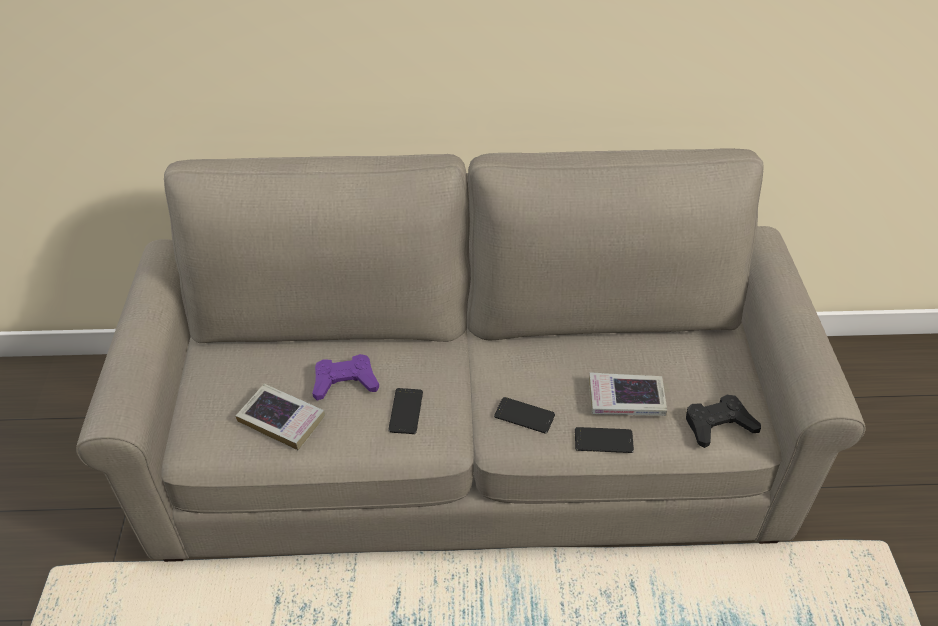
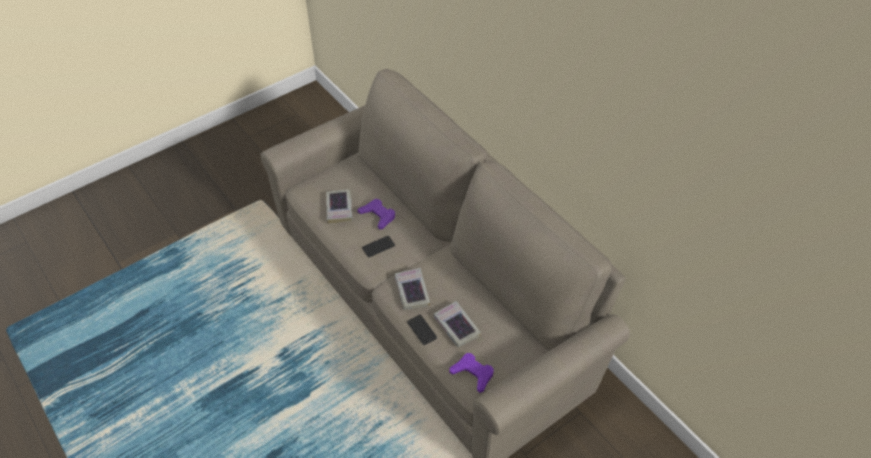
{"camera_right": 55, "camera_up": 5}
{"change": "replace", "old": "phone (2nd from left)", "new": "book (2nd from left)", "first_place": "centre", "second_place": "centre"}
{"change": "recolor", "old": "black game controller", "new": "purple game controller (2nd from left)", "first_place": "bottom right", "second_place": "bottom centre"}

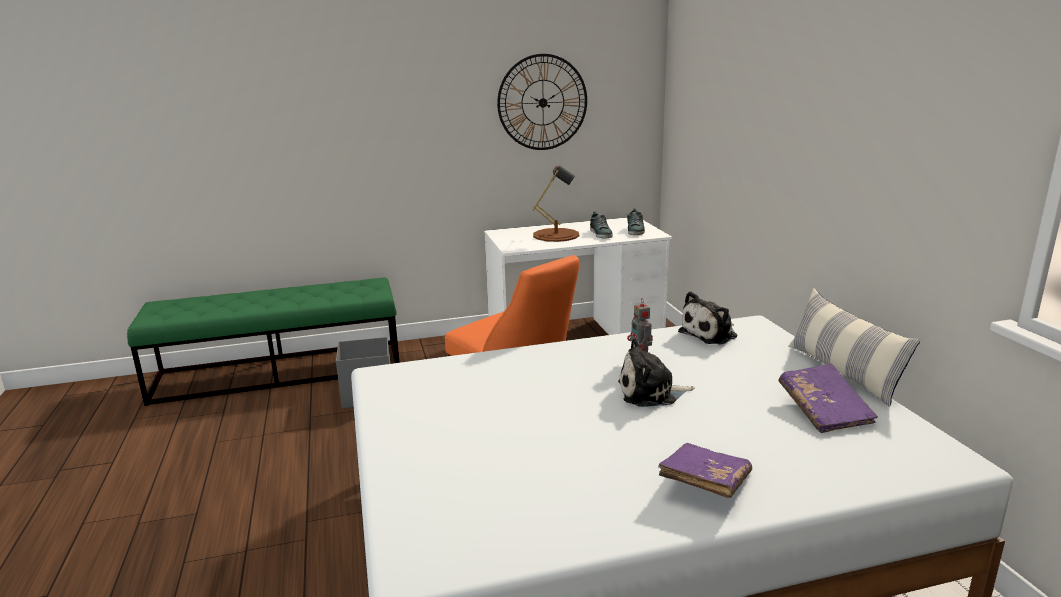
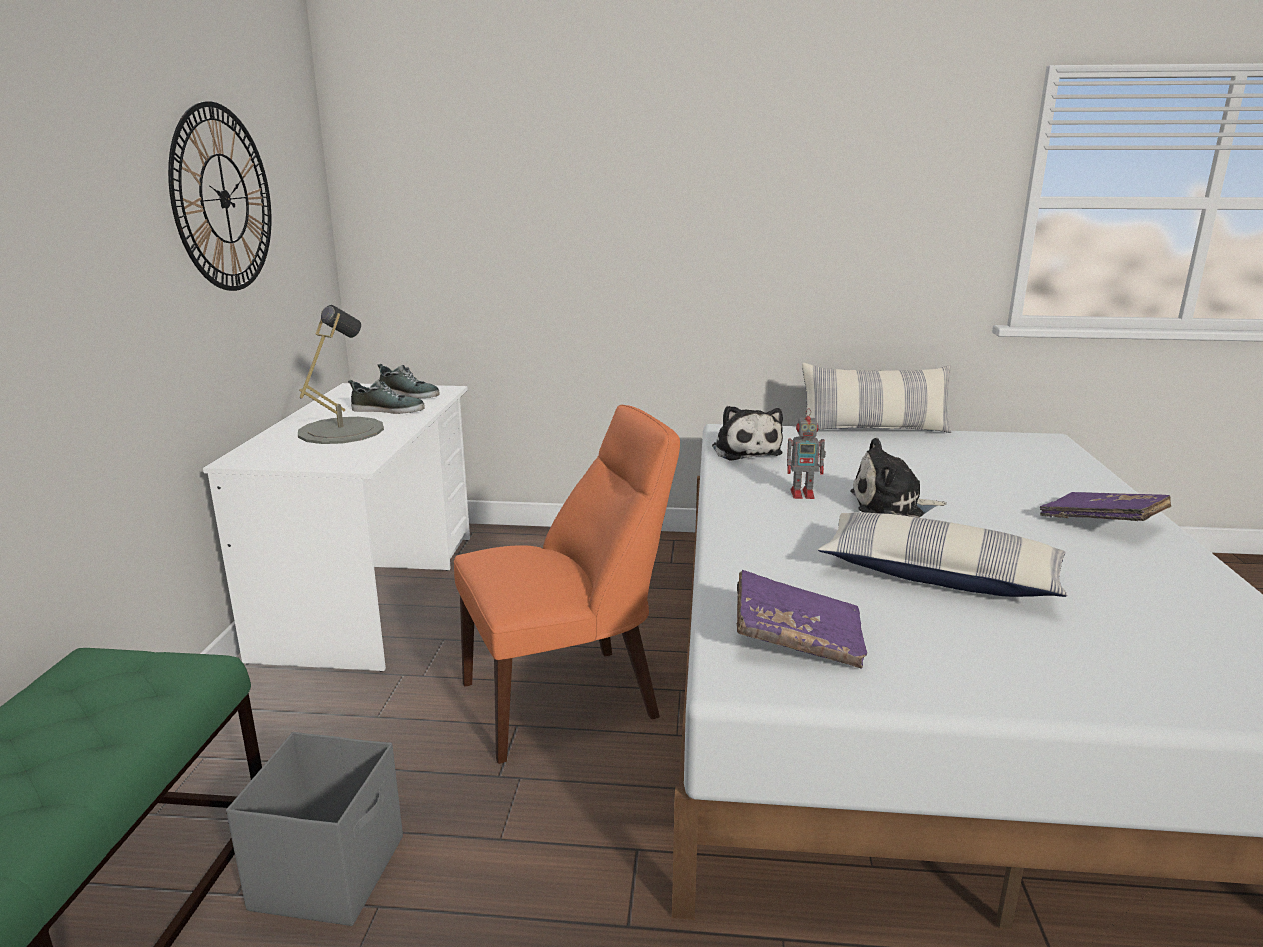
{"camera_right": -70, "camera_up": 0}
{"change": "recolor", "old": "brown table lamp", "new": "grey table lamp", "first_place": "centre", "second_place": "middle left"}
{"change": "move", "old": "purple book (2nd from left in the first image)", "new": "purple book (1st from left)", "first_place": "bottom right", "second_place": "centre"}
{"change": "insert", "new": "pillow (2nd from left)", "second_place": "middle right"}
{"change": "rotate", "old": "plush toy (1st from left in the first image)", "first_place": "centre", "second_place": "middle right", "degrees": 75}

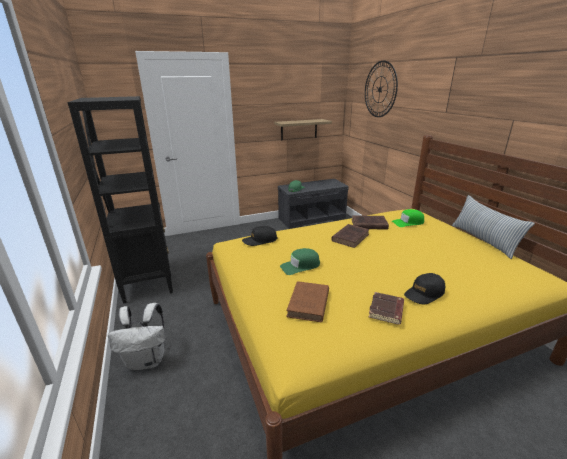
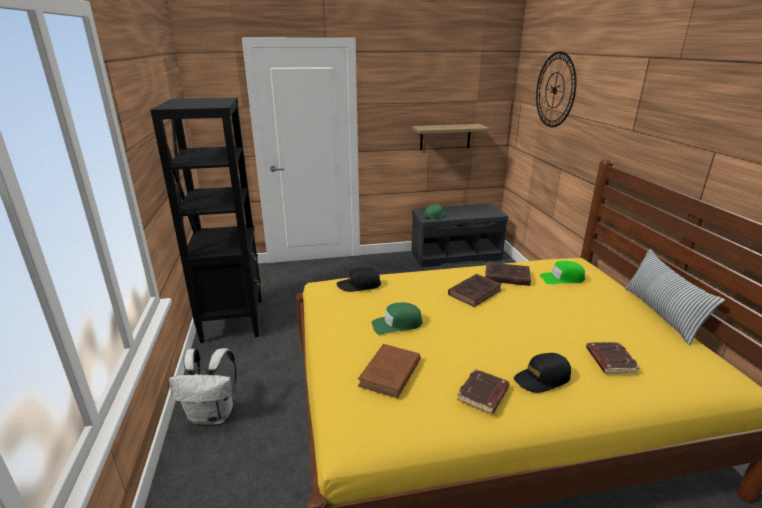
{"camera_right": 10, "camera_up": 0}
{"change": "insert", "new": "brown book (5th from left)", "second_place": "bottom right"}

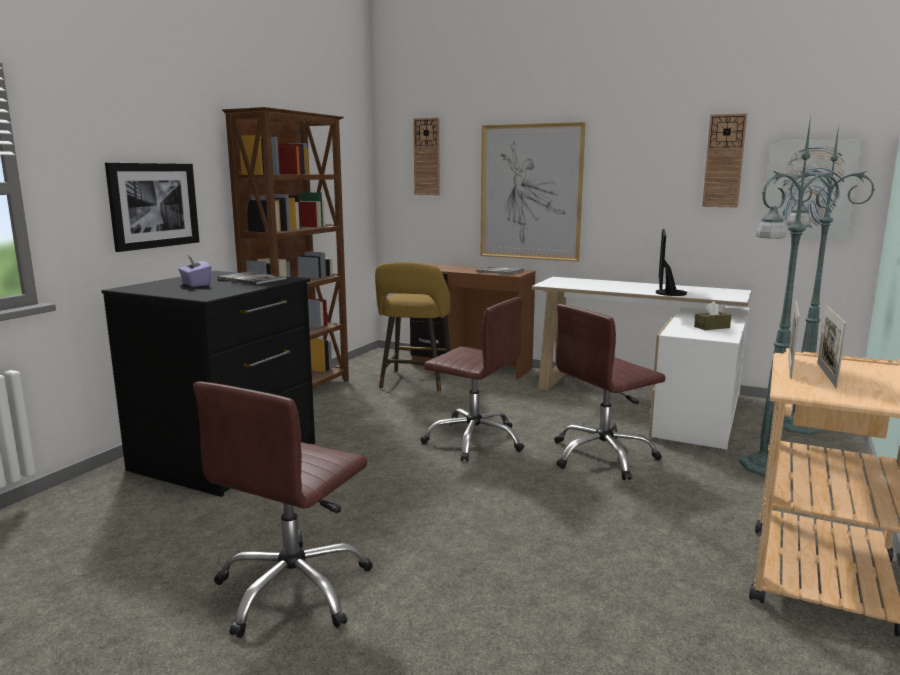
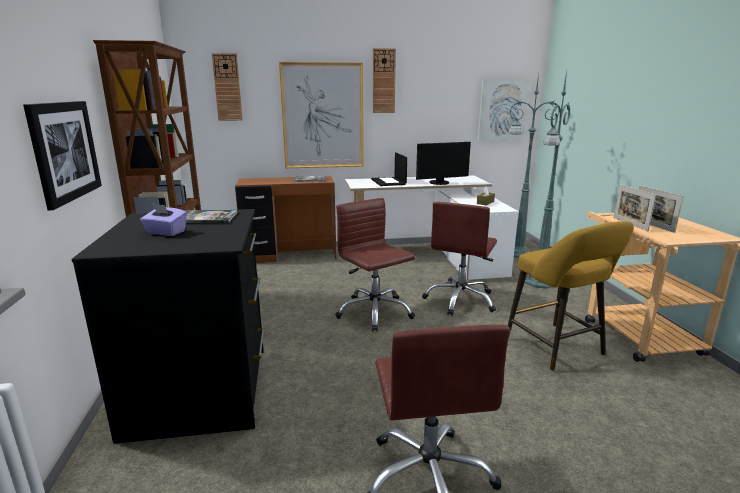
{"camera_right": -35, "camera_up": 5}
{"change": "rotate", "old": "brown office chair (2nd from left in the first image)", "first_place": "centre", "second_place": "centre", "degrees": -120}
{"change": "insert", "new": "laptop", "second_place": "centre"}
{"change": "move", "old": "wall clock (2nd from left)", "first_place": "top right", "second_place": "top centre"}
{"change": "rotate", "old": "monitor", "first_place": "middle right", "second_place": "top centre", "degrees": -90}
{"change": "move", "old": "yellow stool", "first_place": "centre", "second_place": "middle right"}

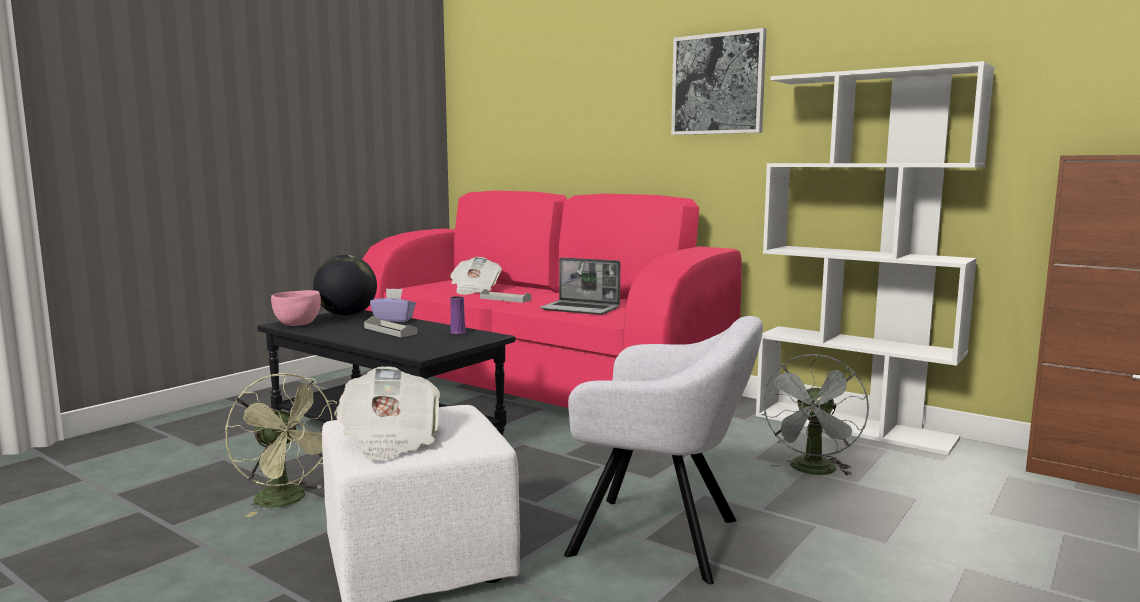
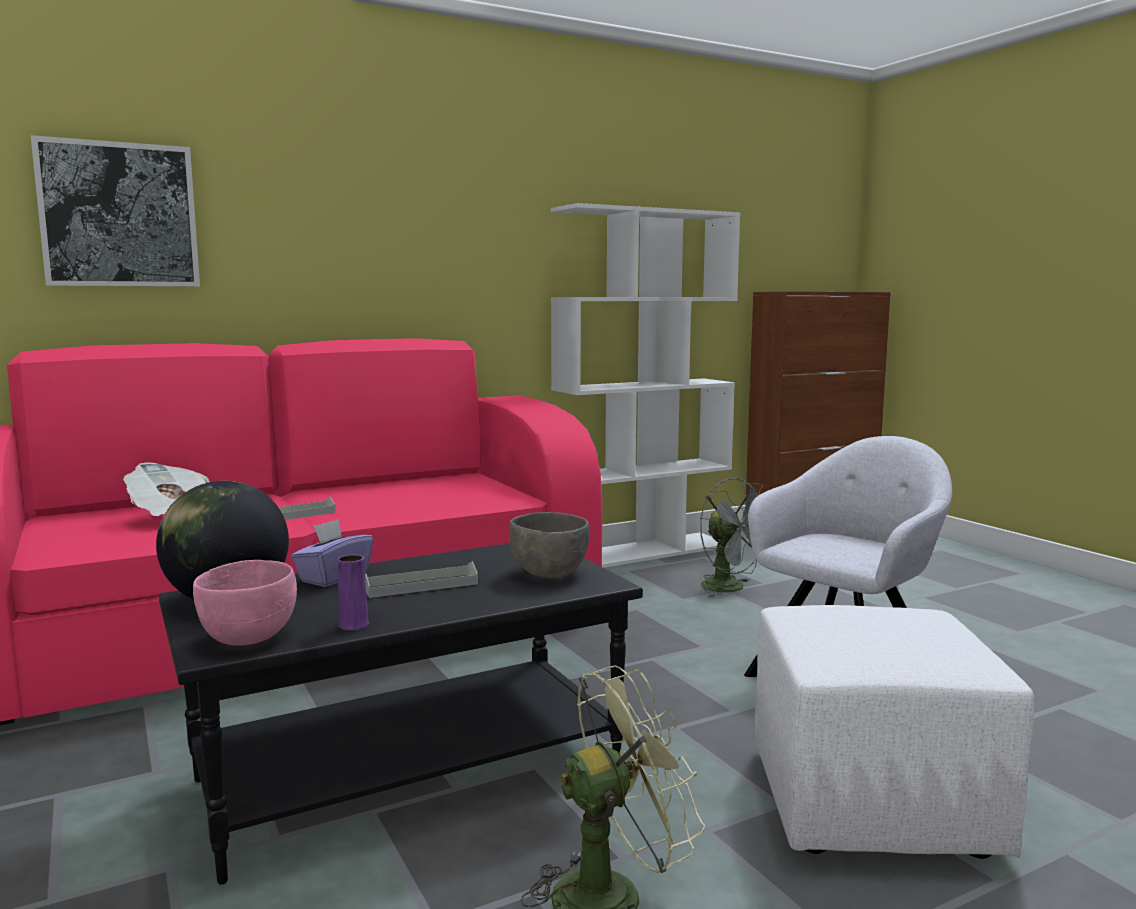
{"camera_right": -65, "camera_up": 0}
{"change": "move", "old": "picture", "first_place": "top centre", "second_place": "top left"}
{"change": "move", "old": "purple vase", "first_place": "centre", "second_place": "middle left"}
{"change": "insert", "new": "grey bowl", "second_place": "centre"}
{"change": "delete", "old": "newspaper (1st from left)", "first_place": "bottom centre"}
{"change": "delete", "old": "laptop", "first_place": "centre"}

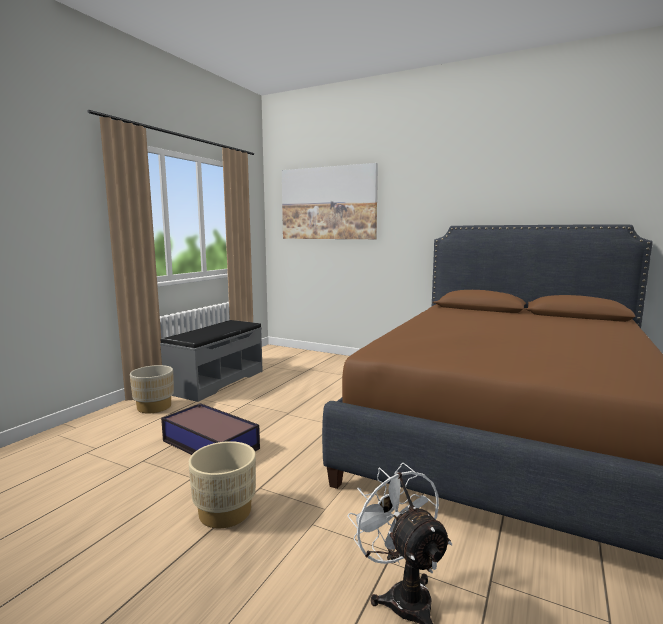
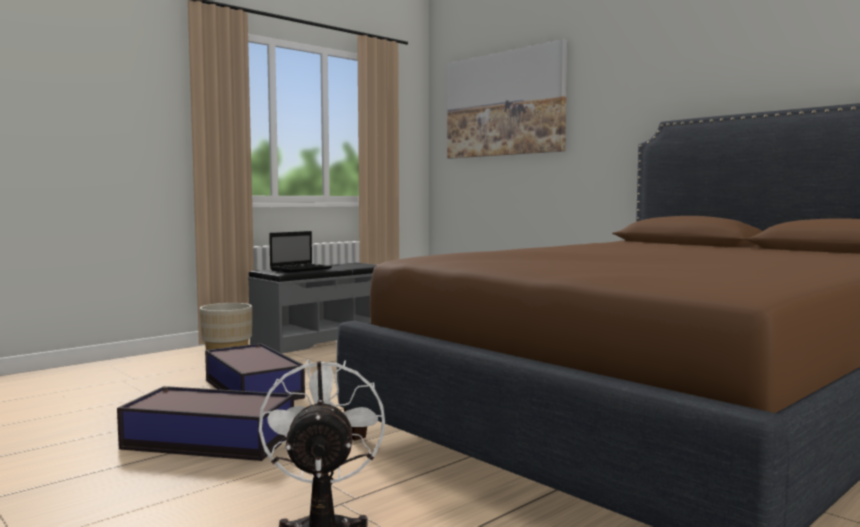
{"camera_right": 20, "camera_up": -5}
{"change": "replace", "old": "beige planter (2nd from left)", "new": "storage box (1st from left)", "first_place": "bottom centre", "second_place": "bottom left"}
{"change": "insert", "new": "laptop", "second_place": "centre"}

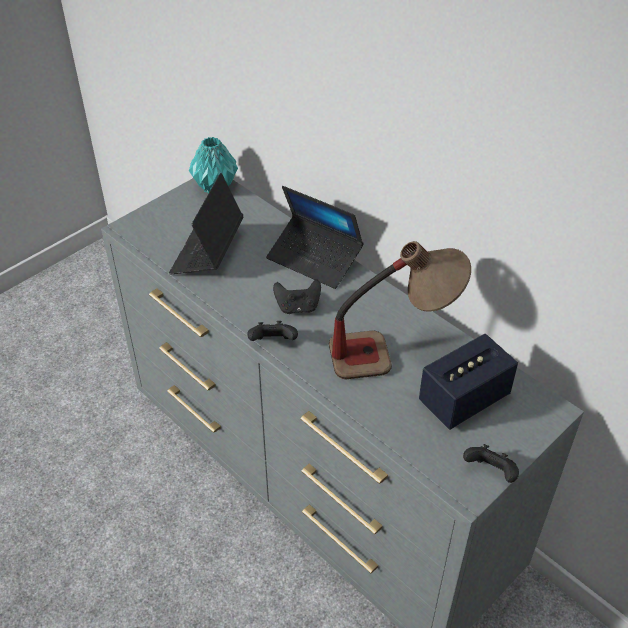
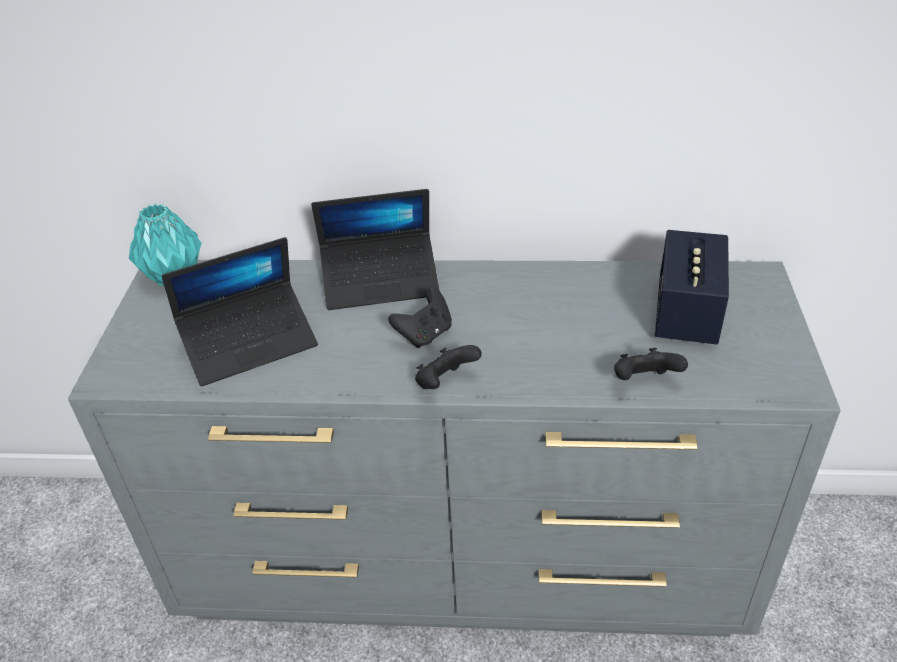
{"camera_right": -40, "camera_up": -5}
{"change": "rotate", "old": "laptop (1st from left)", "first_place": "middle left", "second_place": "middle left", "degrees": -90}
{"change": "move", "old": "black game controller (3rd from left)", "first_place": "bottom right", "second_place": "middle right"}
{"change": "delete", "old": "table lamp", "first_place": "centre"}

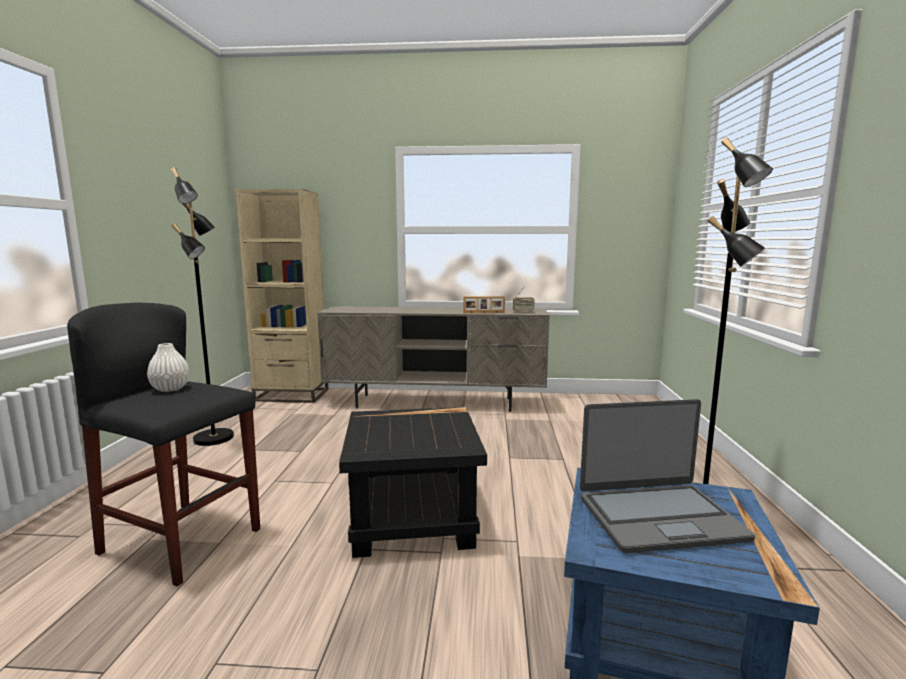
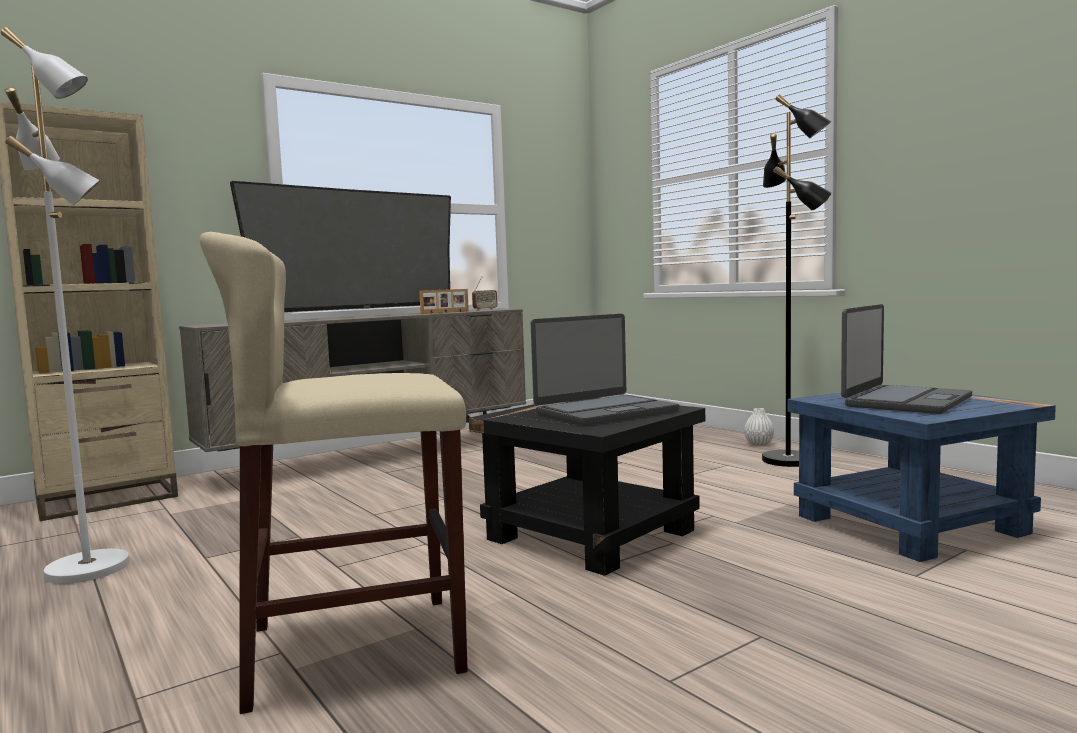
{"camera_right": -40, "camera_up": -5}
{"change": "recolor", "old": "black floor lamp (1st from left)", "new": "white floor lamp", "first_place": "middle left", "second_place": "middle left"}
{"change": "recolor", "old": "black stool", "new": "beige stool", "first_place": "middle left", "second_place": "middle left"}
{"change": "insert", "new": "television", "second_place": "middle left"}
{"change": "insert", "new": "laptop (1st from left)", "second_place": "centre"}
{"change": "move", "old": "white vase", "first_place": "middle left", "second_place": "middle right"}

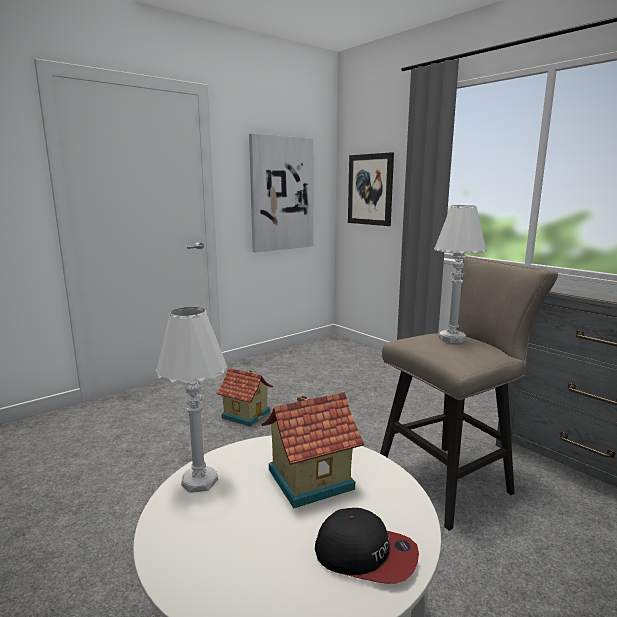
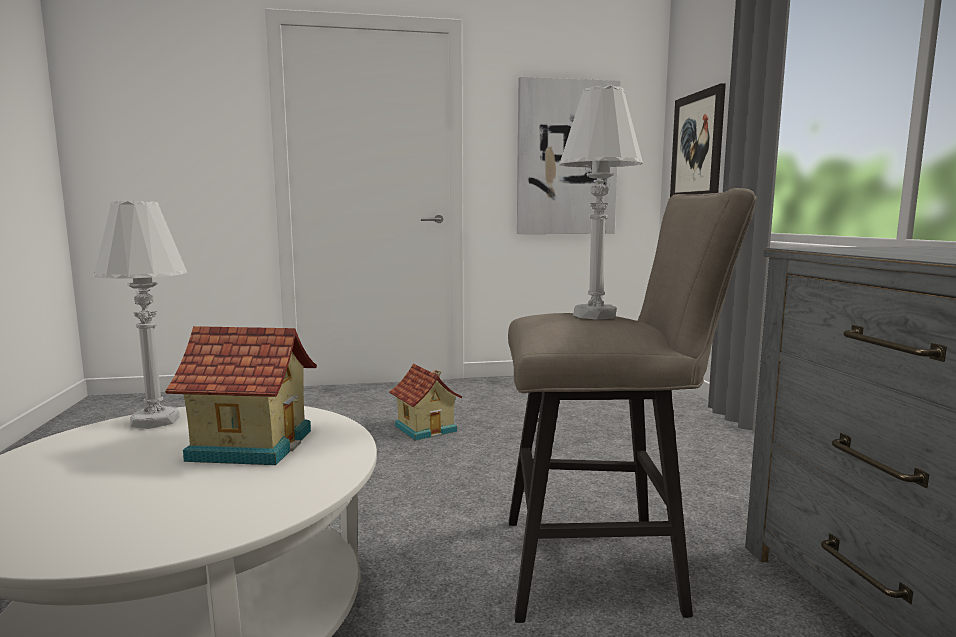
{"camera_right": 30, "camera_up": -5}
{"change": "delete", "old": "cap", "first_place": "bottom centre"}

